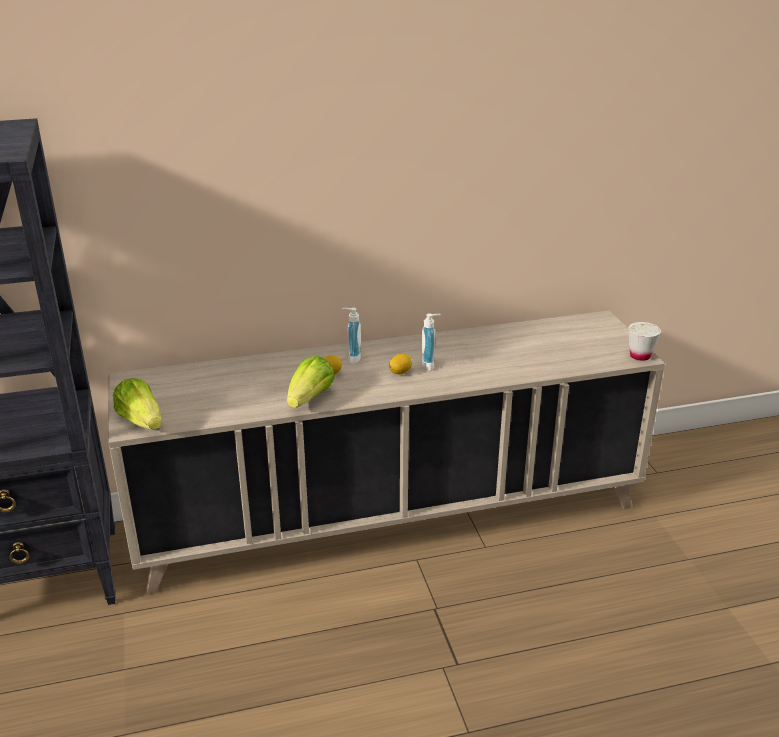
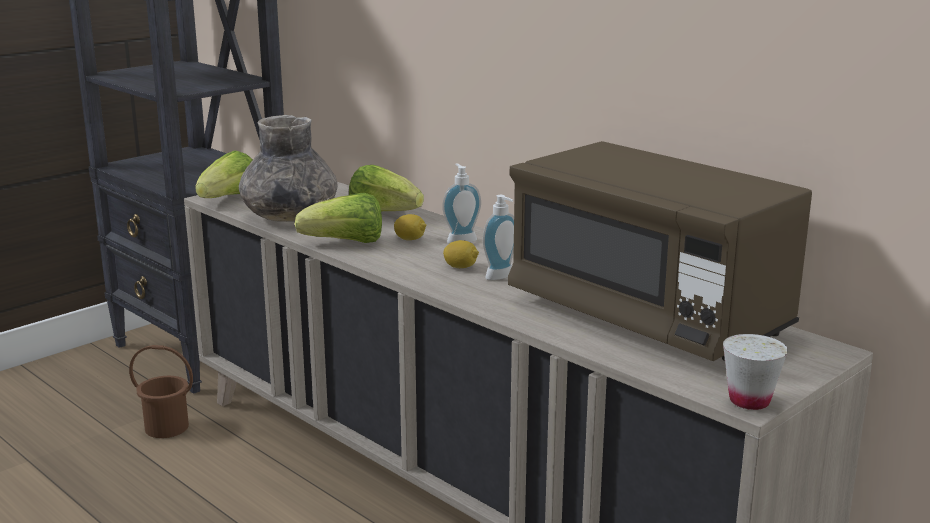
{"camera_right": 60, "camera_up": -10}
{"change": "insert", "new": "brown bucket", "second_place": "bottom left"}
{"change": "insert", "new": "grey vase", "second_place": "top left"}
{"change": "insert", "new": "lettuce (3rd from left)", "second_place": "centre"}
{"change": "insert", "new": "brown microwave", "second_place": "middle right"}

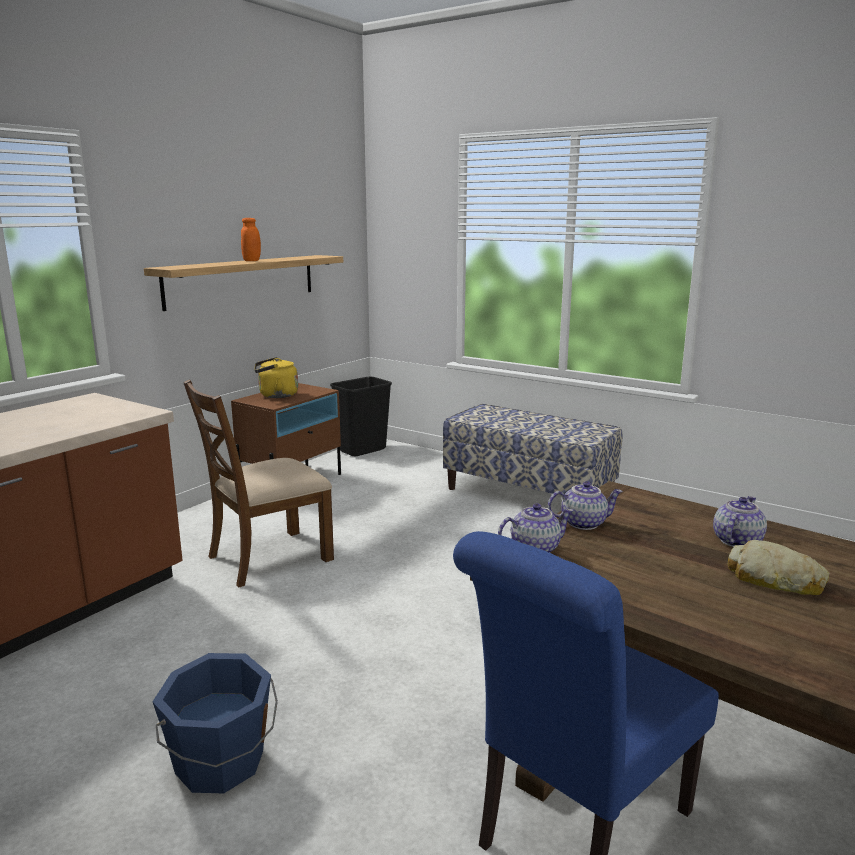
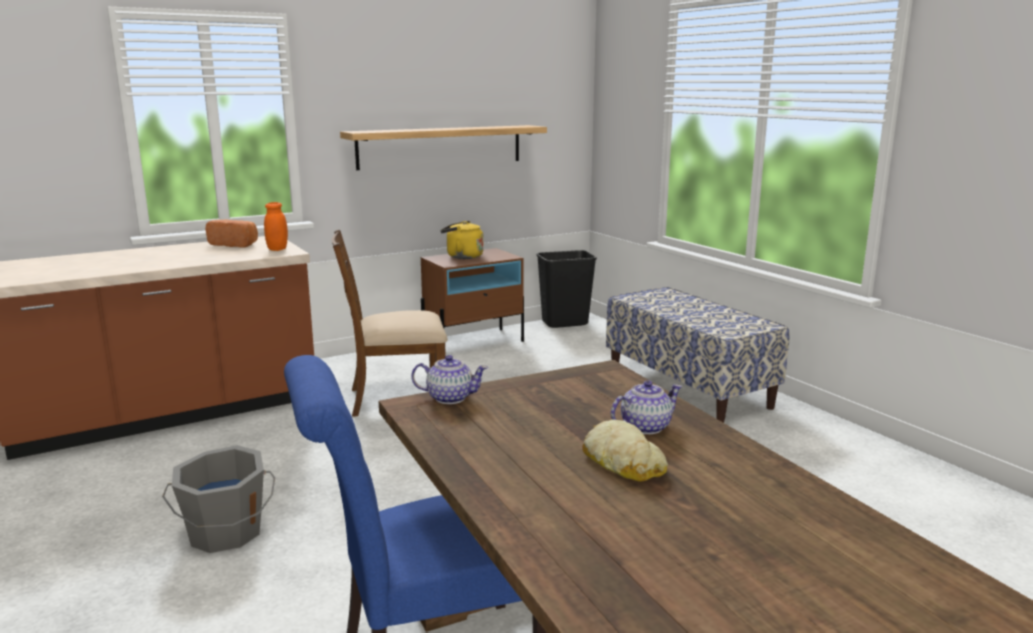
{"camera_right": 25, "camera_up": 0}
{"change": "recolor", "old": "blue bucket", "new": "grey bucket", "first_place": "bottom left", "second_place": "bottom left"}
{"change": "insert", "new": "bread (1st from left)", "second_place": "middle left"}
{"change": "move", "old": "orange jar", "first_place": "top left", "second_place": "middle left"}
{"change": "delete", "old": "teapot (2nd from left)", "first_place": "middle right"}

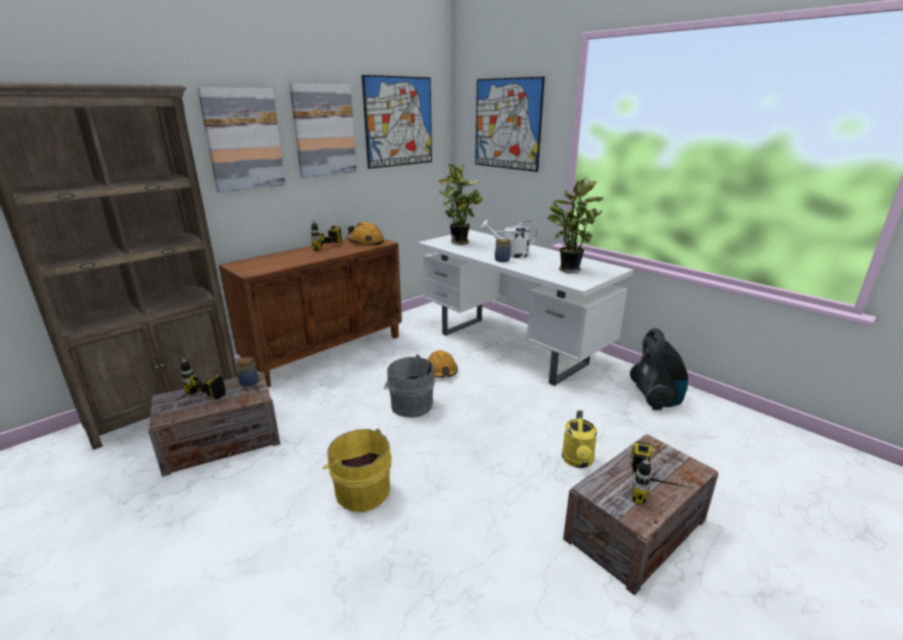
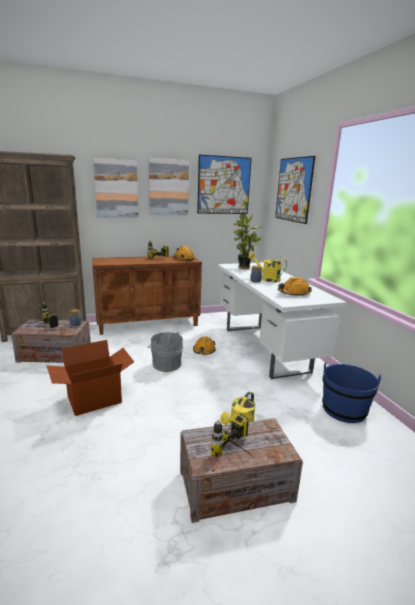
{"camera_right": 25, "camera_up": -5}
{"change": "replace", "old": "yellow bucket", "new": "cardboard box", "first_place": "bottom centre", "second_place": "middle left"}
{"change": "recolor", "old": "white watering can", "new": "yellow watering can (2nd from left)", "first_place": "centre", "second_place": "centre"}
{"change": "replace", "old": "potted plant (2nd from left)", "new": "orange hard hat (3rd from left)", "first_place": "centre", "second_place": "middle right"}
{"change": "replace", "old": "vacuum cleaner", "new": "blue bucket", "first_place": "middle right", "second_place": "middle right"}

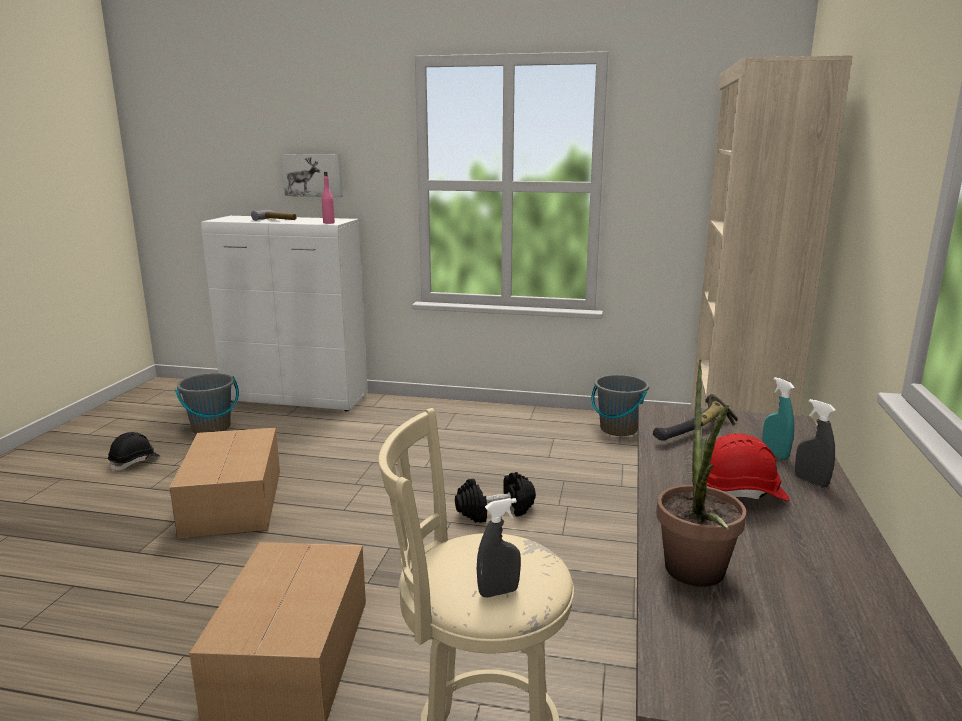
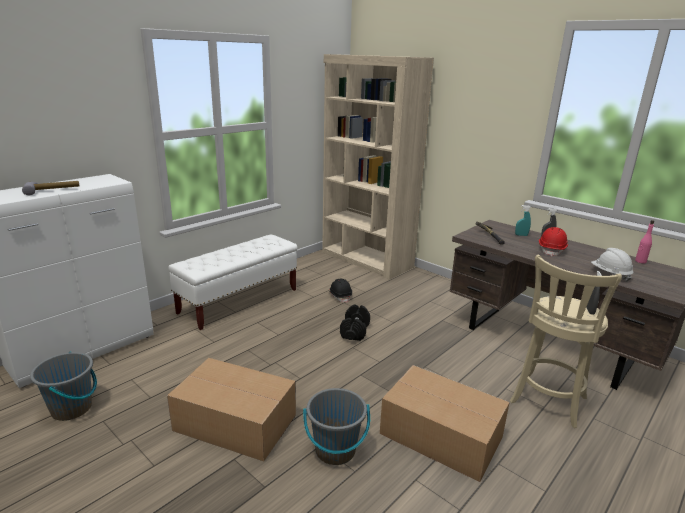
{"camera_right": -60, "camera_up": 5}
{"change": "insert", "new": "white bench", "second_place": "centre"}
{"change": "move", "old": "grey bucket (2nd from left)", "first_place": "centre", "second_place": "bottom centre"}
{"change": "move", "old": "black hard hat", "first_place": "middle left", "second_place": "centre"}
{"change": "replace", "old": "potted plant", "new": "white hard hat", "first_place": "middle right", "second_place": "middle right"}
{"change": "move", "old": "pink bottle", "first_place": "top centre", "second_place": "middle right"}
{"change": "delete", "old": "picture", "first_place": "top left"}

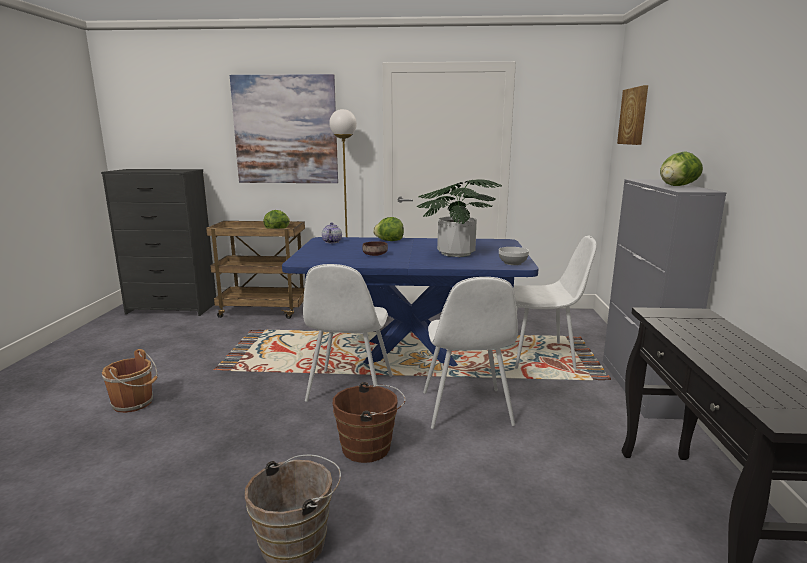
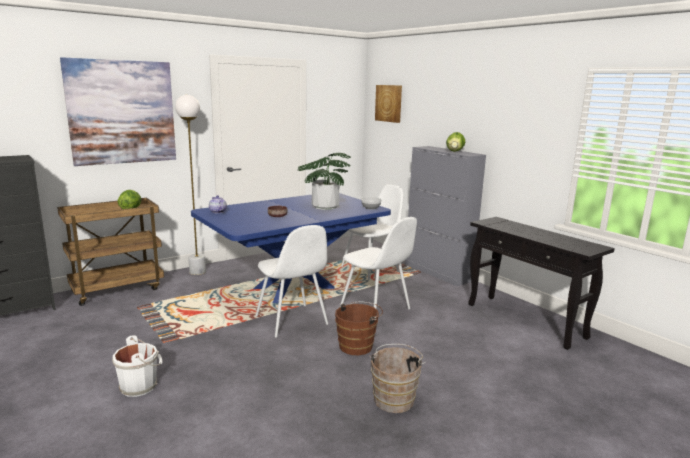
{"camera_right": -40, "camera_up": 0}
{"change": "recolor", "old": "brown bucket (1st from left)", "new": "white bucket", "first_place": "bottom left", "second_place": "bottom left"}
{"change": "delete", "old": "lettuce (2nd from left)", "first_place": "centre"}

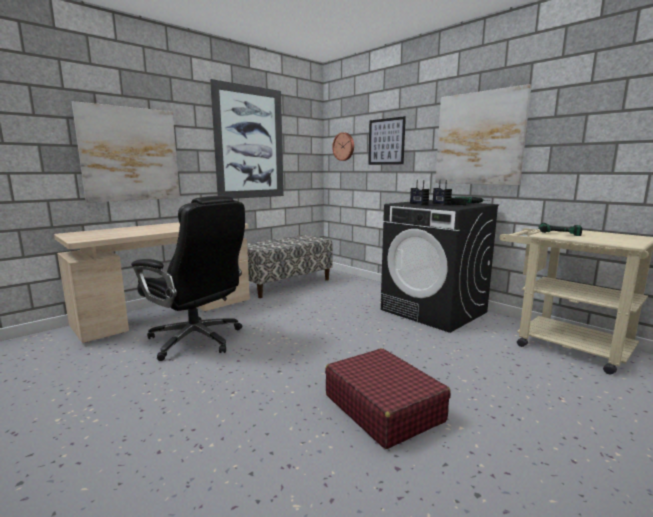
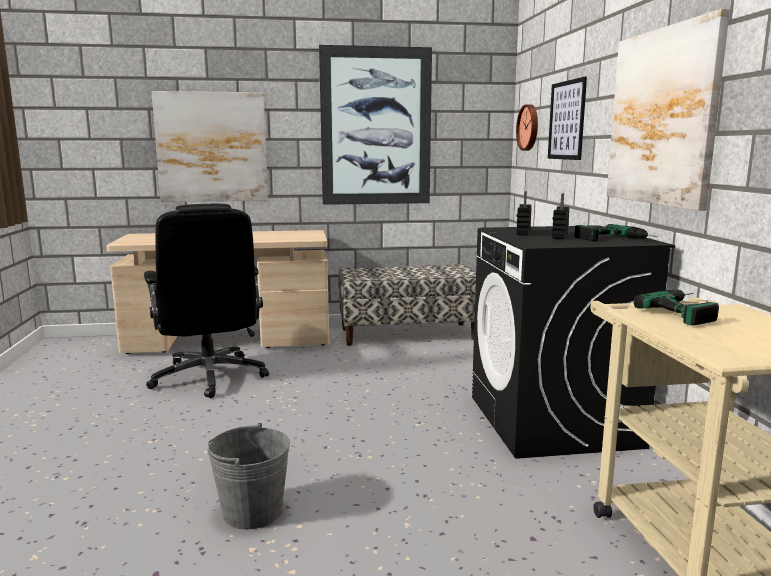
{"camera_right": 35, "camera_up": 0}
{"change": "replace", "old": "red suitcase", "new": "grey bucket", "first_place": "bottom centre", "second_place": "bottom left"}

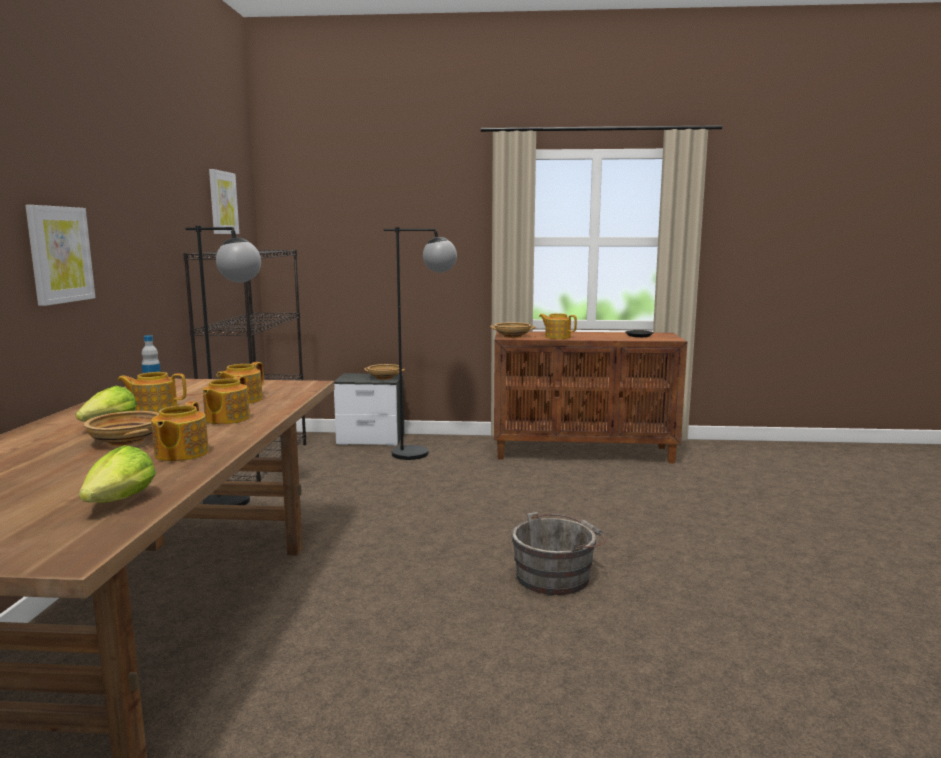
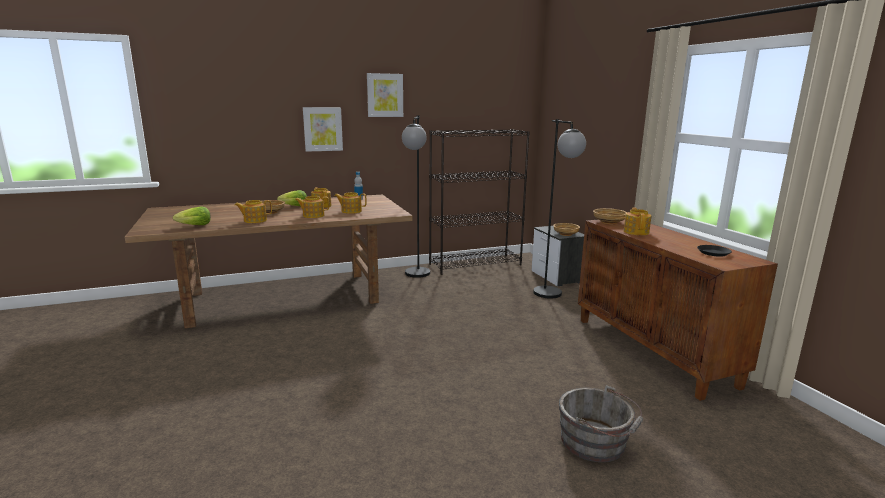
{"camera_right": 65, "camera_up": 5}
{"change": "move", "old": "picture (2nd from left)", "first_place": "top left", "second_place": "top centre"}
{"change": "move", "old": "grey bucket", "first_place": "bottom centre", "second_place": "bottom right"}

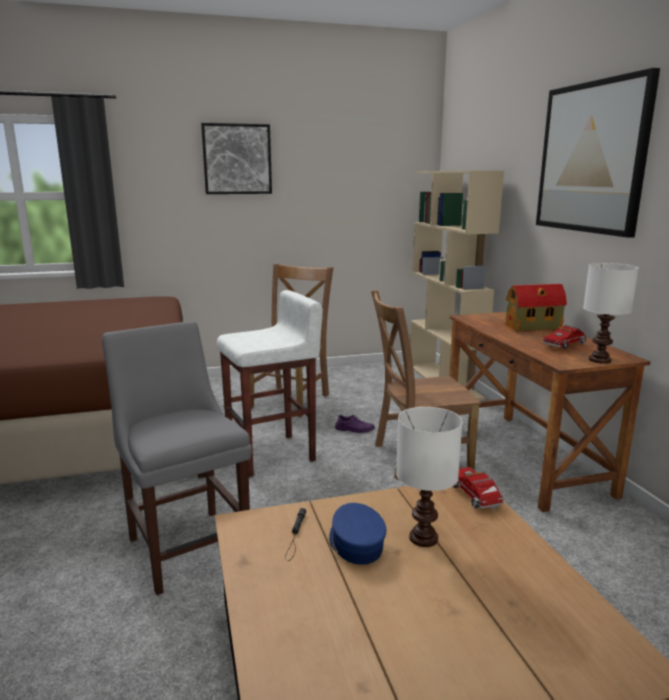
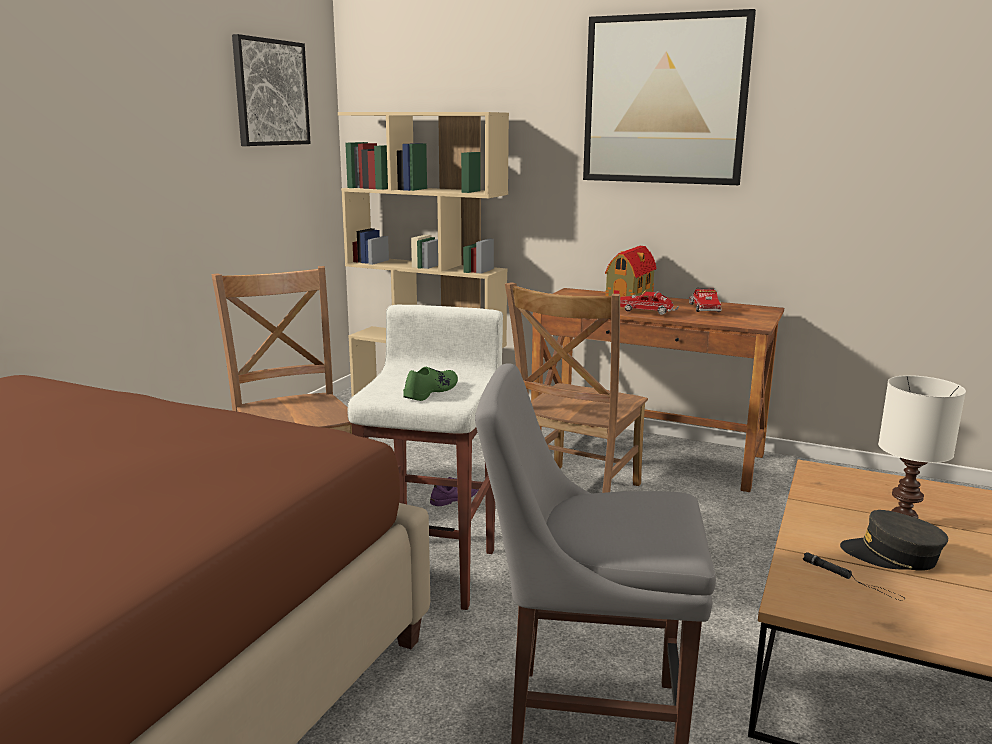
{"camera_right": -50, "camera_up": 0}
{"change": "move", "old": "picture (1st from left)", "first_place": "top centre", "second_place": "top left"}
{"change": "insert", "new": "green shoe", "second_place": "centre"}
{"change": "move", "old": "toy truck (1st from left)", "first_place": "bottom right", "second_place": "centre"}
{"change": "recolor", "old": "blue cap", "new": "grey cap", "first_place": "bottom centre", "second_place": "bottom right"}
{"change": "delete", "old": "white table lamp (2nd from left)", "first_place": "middle right"}

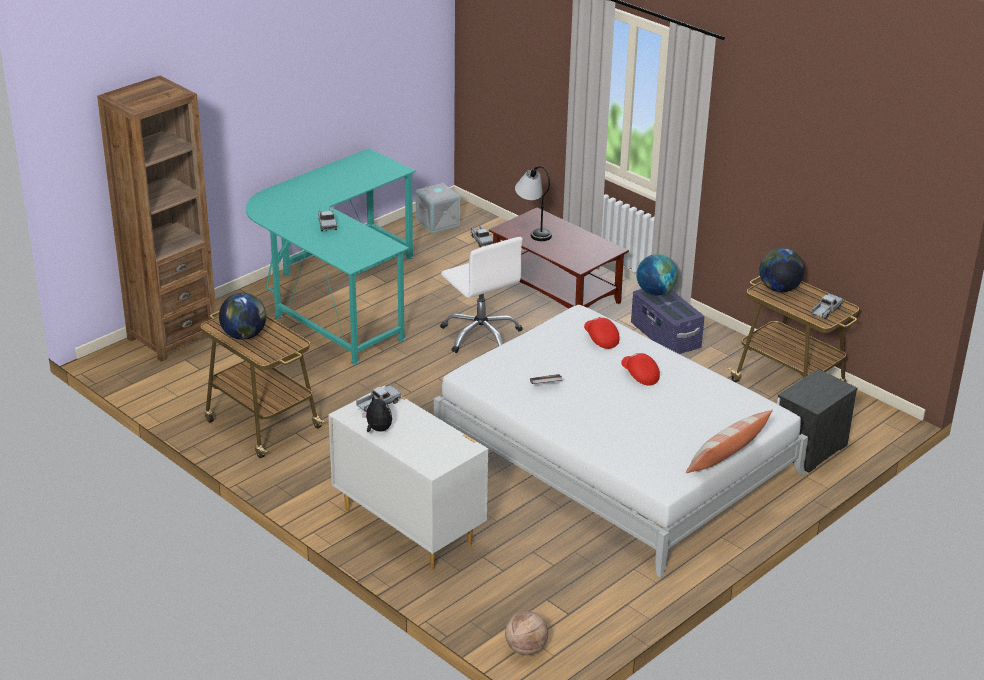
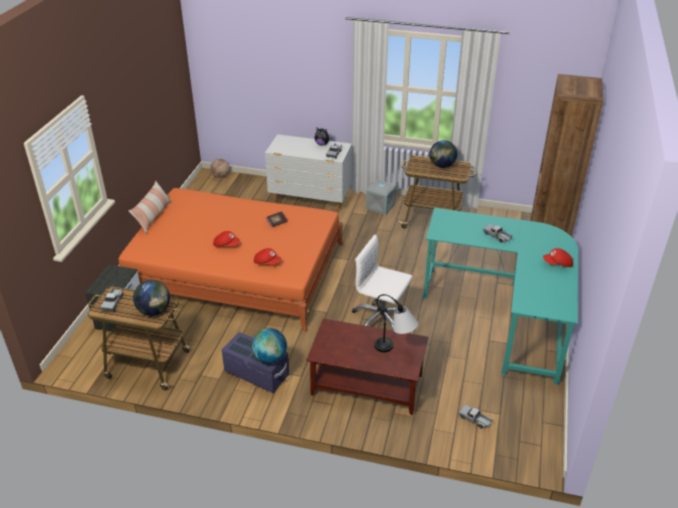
{"camera_right": 150, "camera_up": 5}
{"change": "recolor", "old": "white bed", "new": "orange bed", "first_place": "centre", "second_place": "centre"}
{"change": "move", "old": "grey storage box", "first_place": "top centre", "second_place": "centre"}
{"change": "insert", "new": "red cap (3rd from left)", "second_place": "middle right"}

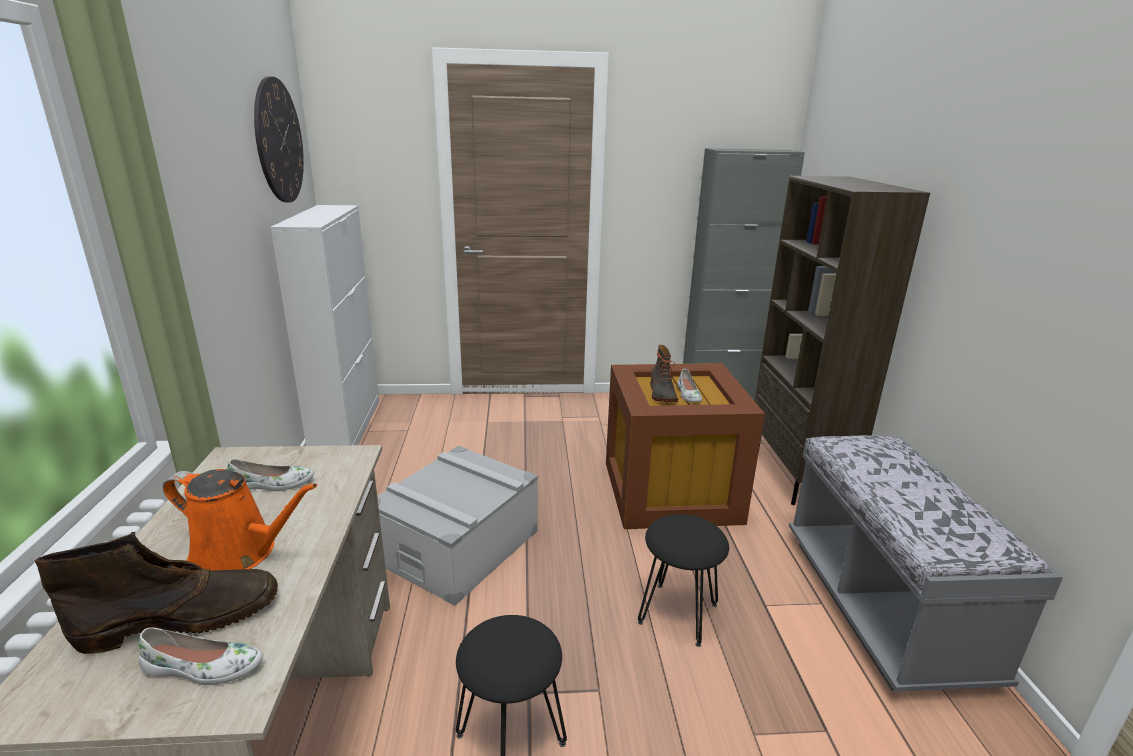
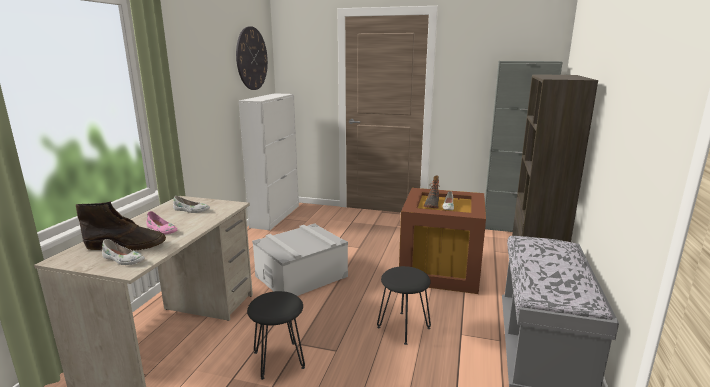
{"camera_right": 20, "camera_up": -5}
{"change": "replace", "old": "orange watering can", "new": "pink shoe", "first_place": "bottom left", "second_place": "middle left"}

